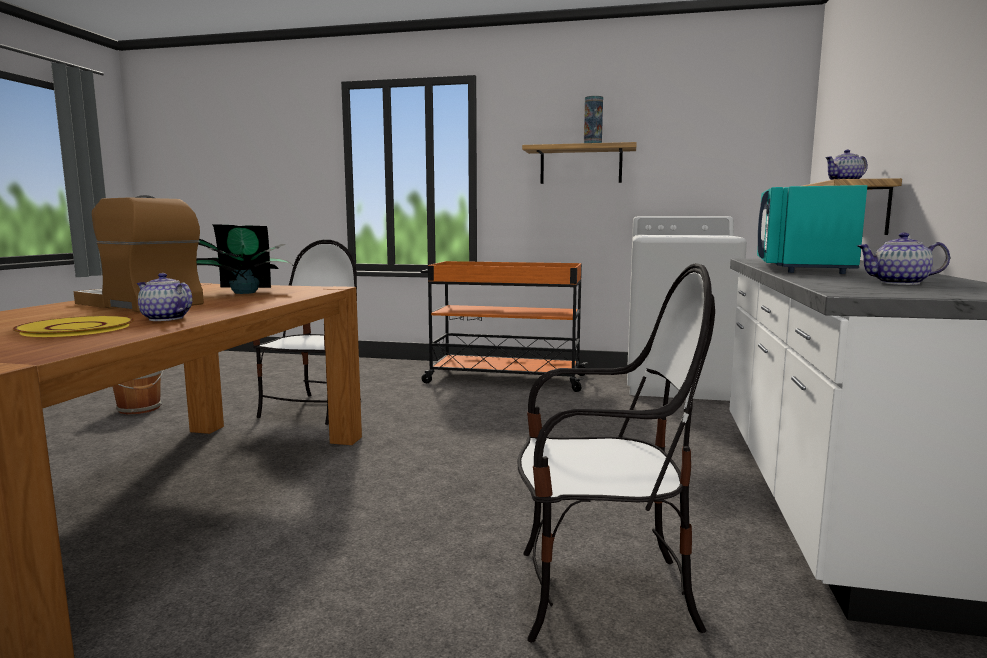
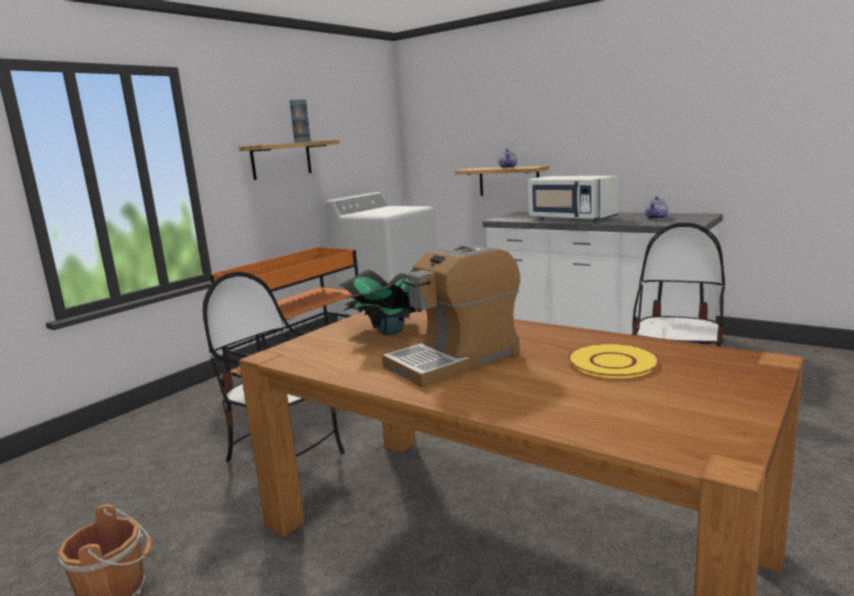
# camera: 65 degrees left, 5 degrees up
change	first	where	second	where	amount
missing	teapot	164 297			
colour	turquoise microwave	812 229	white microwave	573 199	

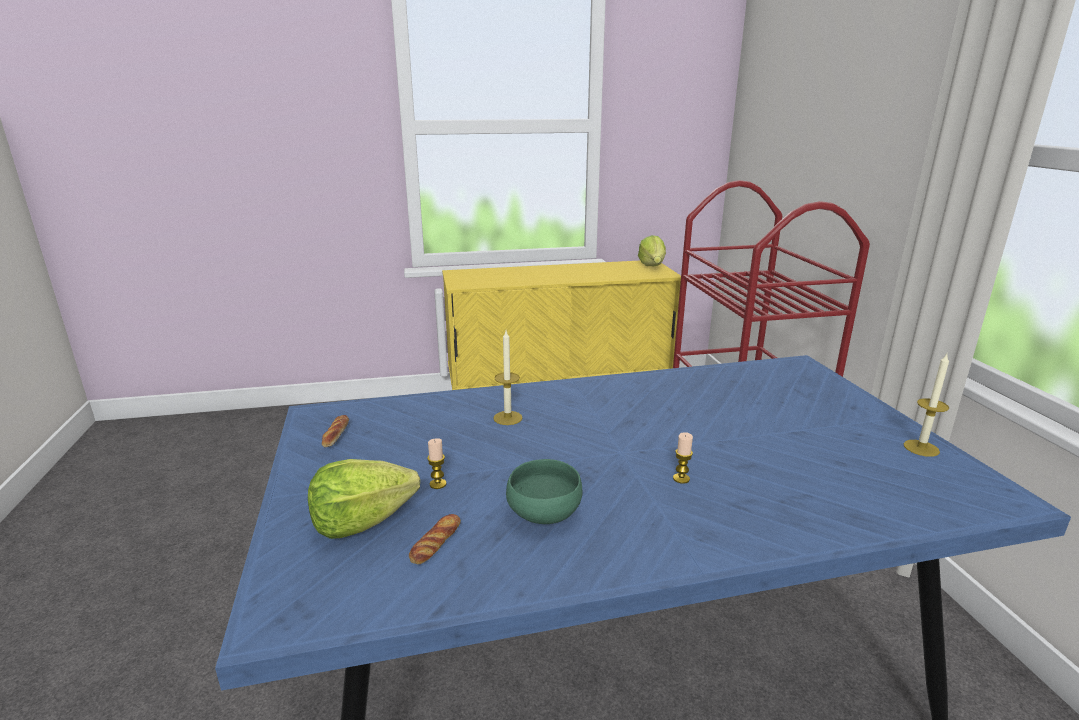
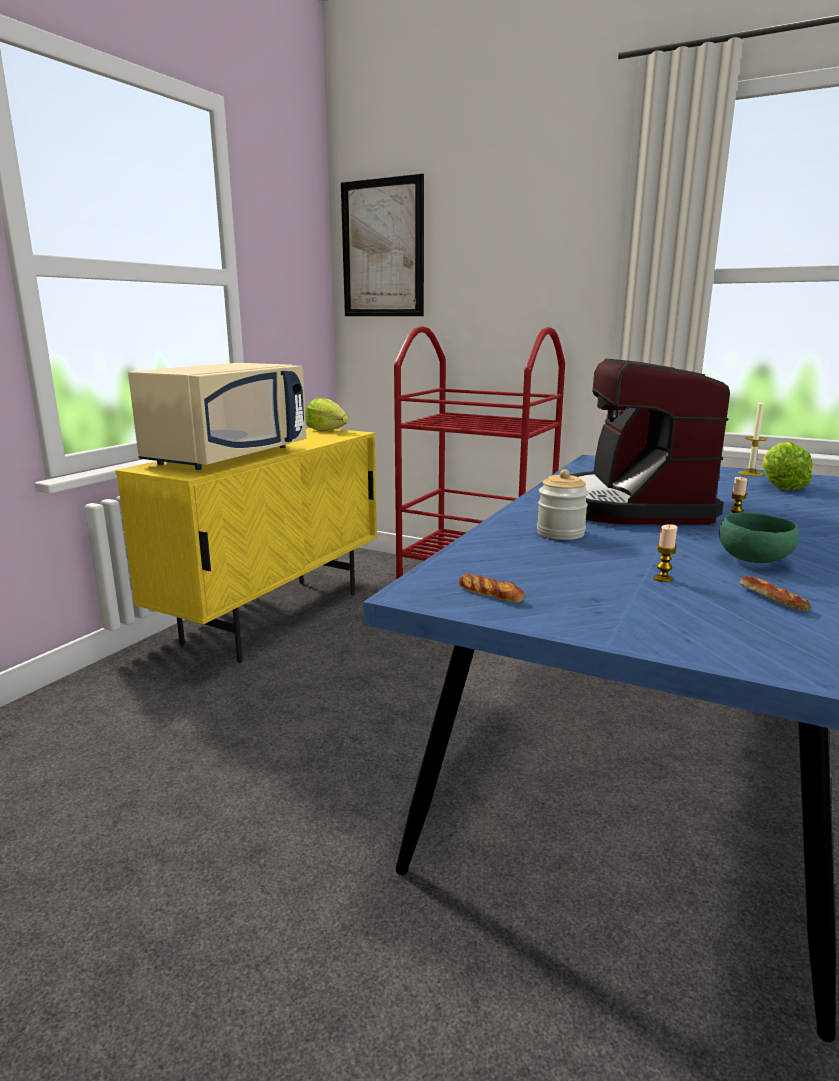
# camera: 50 degrees left, 5 degrees down
change	first	where	second	where	amount
appeared			beige microwave	217 416	
appeared			picture	382 244	
appeared			coffee machine	650 442	
relocated	lettuce	364 499		788 466	
exchanged	candle	507 378	jar	563 504	

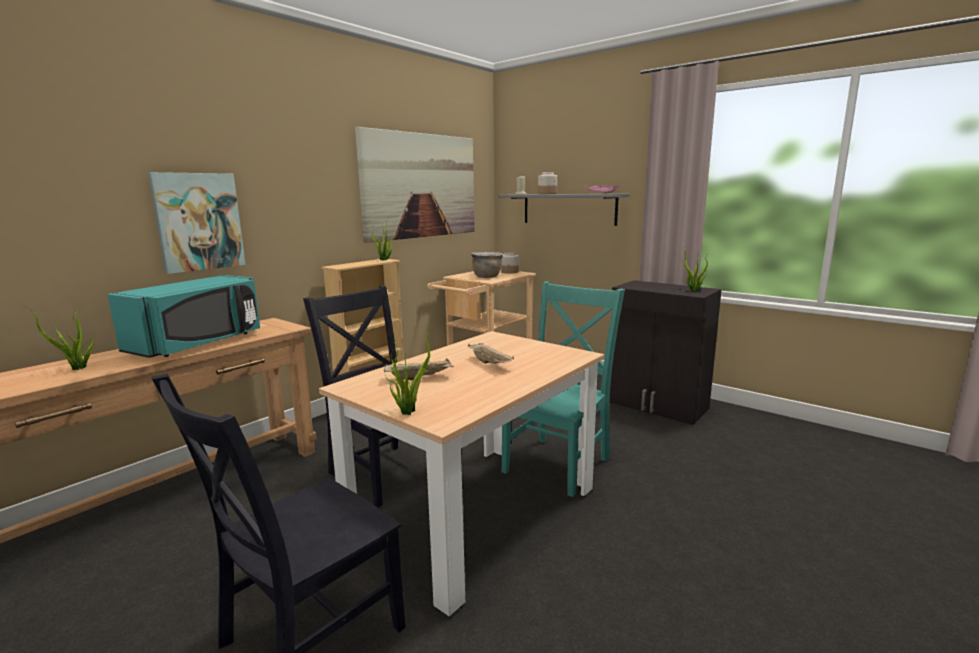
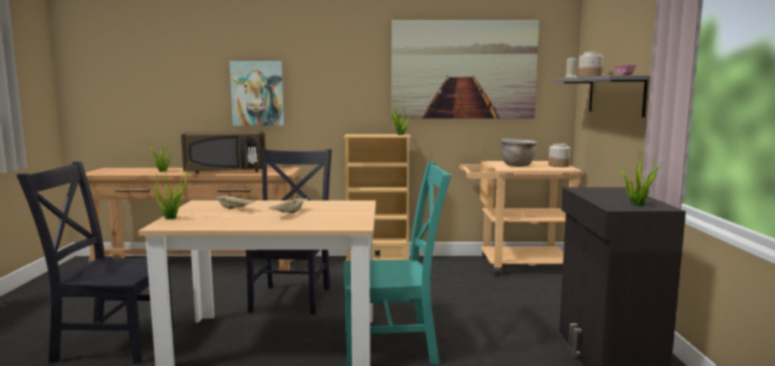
# camera: 50 degrees right, 5 degrees down
change	first	where	second	where	amount
colour	turquoise microwave	184 316	brown microwave	223 152	

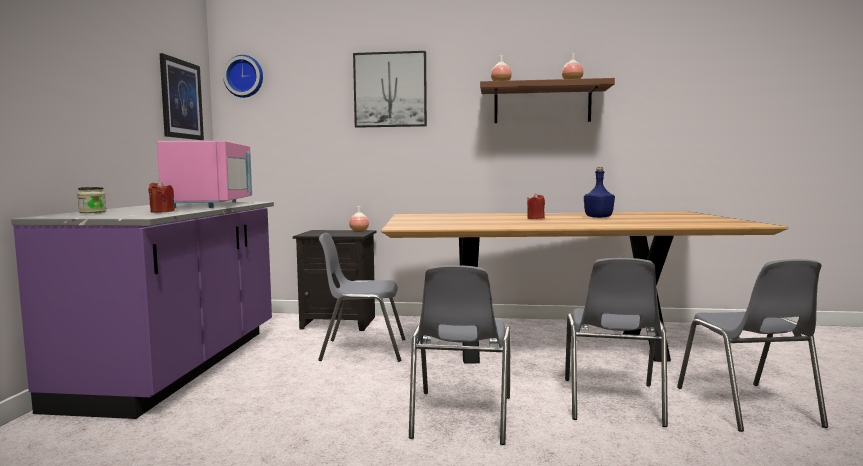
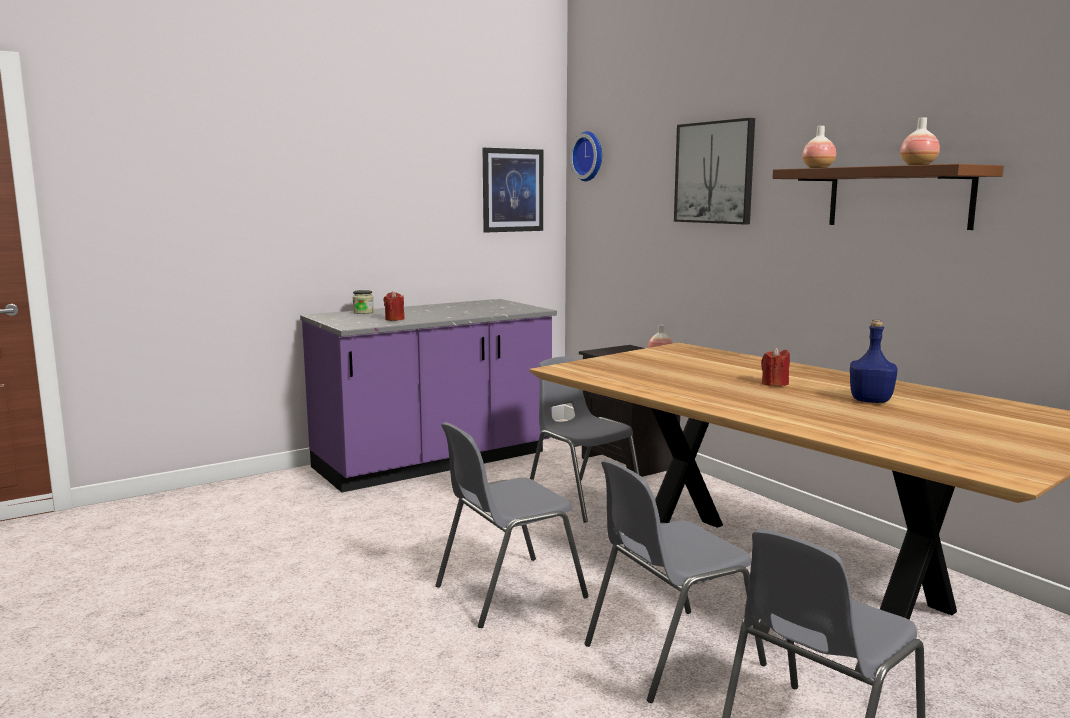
# camera: 50 degrees right, 5 degrees up
change	first	where	second	where	amount
missing	pink microwave	204 174			

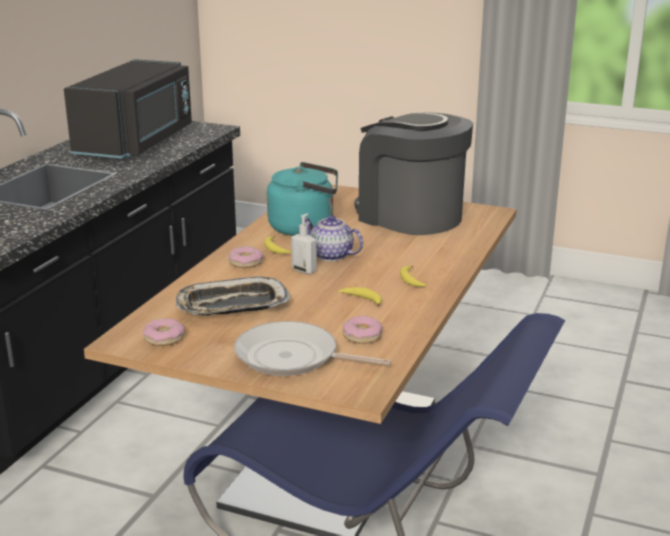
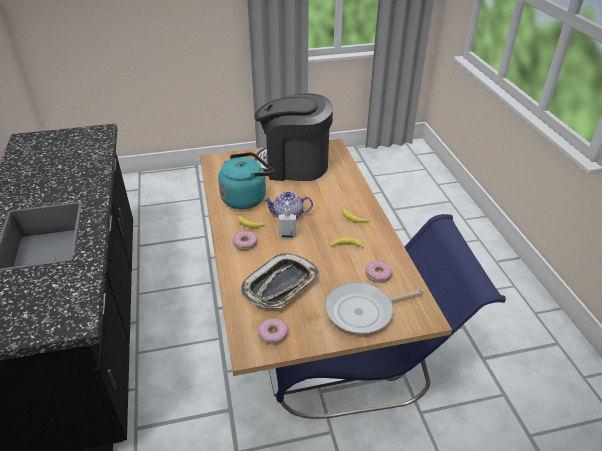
# camera: 35 degrees left, 15 degrees up
change	first	where	second	where	amount
missing	black microwave	128 108			

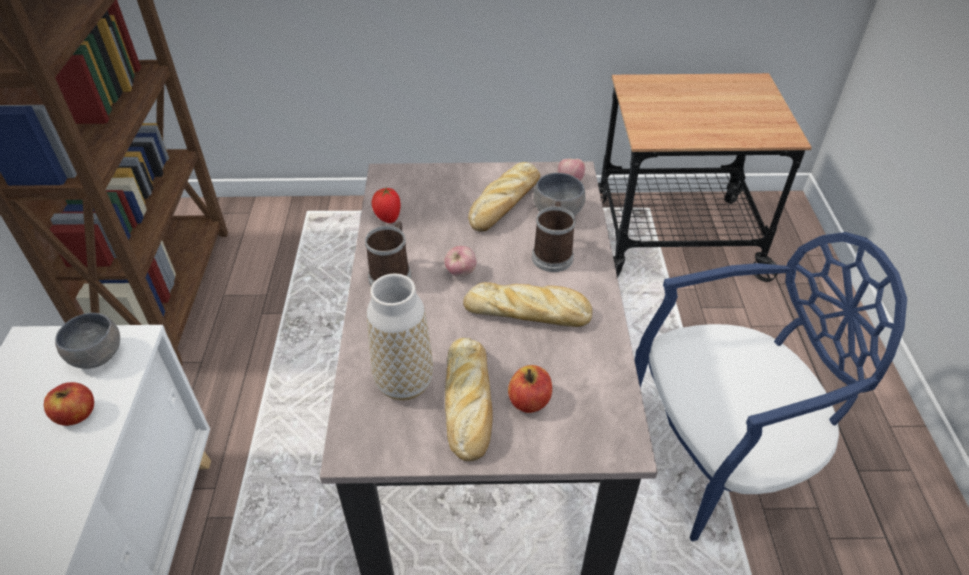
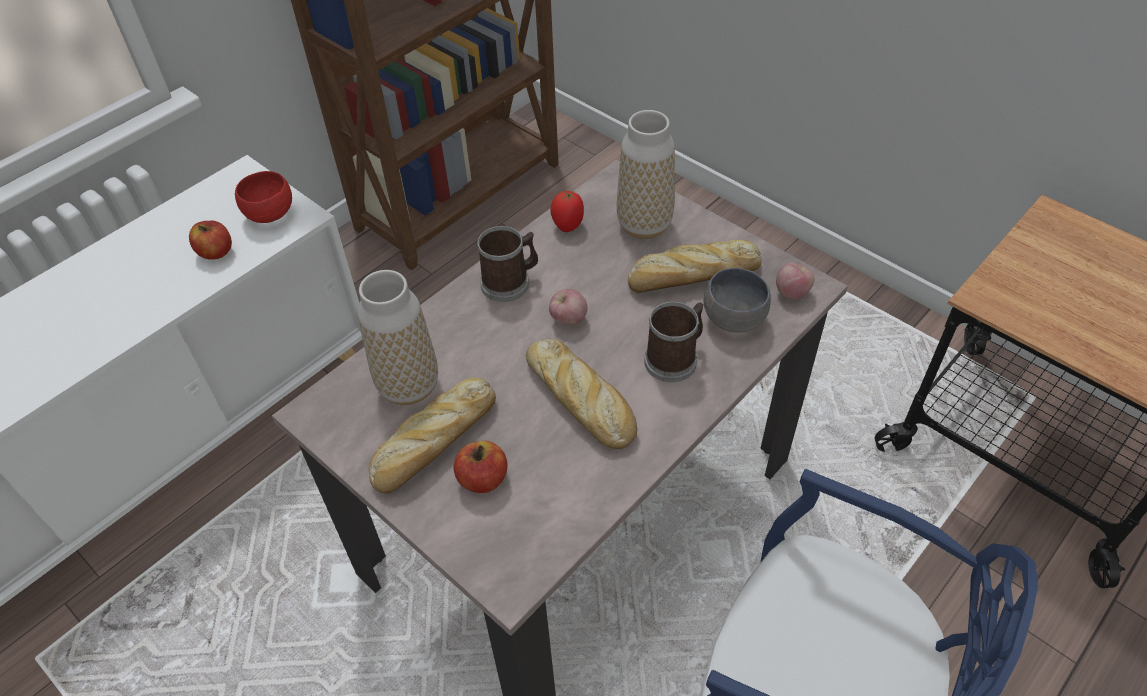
# camera: 45 degrees right, 5 degrees up
change	first	where	second	where	amount
appeared			vase	646 174	
colour	grey bowl	87 341	red bowl	263 197	

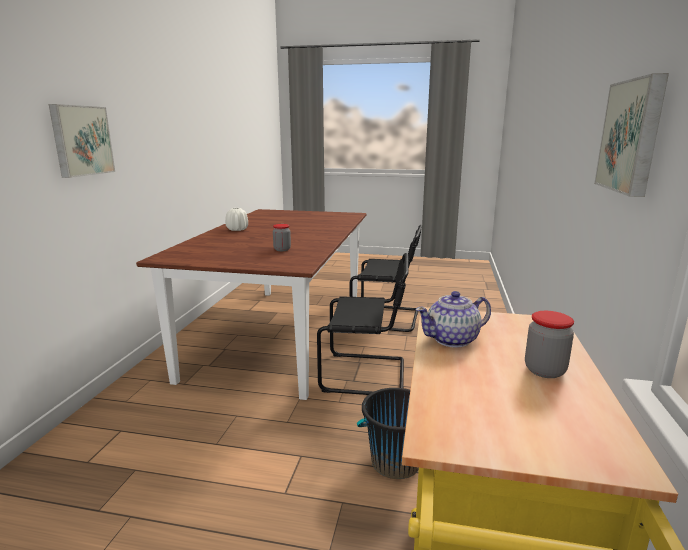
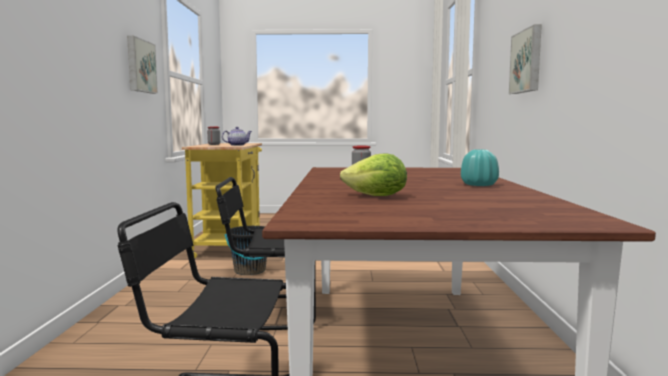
# camera: 170 degrees right, 10 degrees down
change	first	where	second	where	amount
appeared			lettuce	373 174	
colour	white vase	236 219	turquoise vase	480 167	

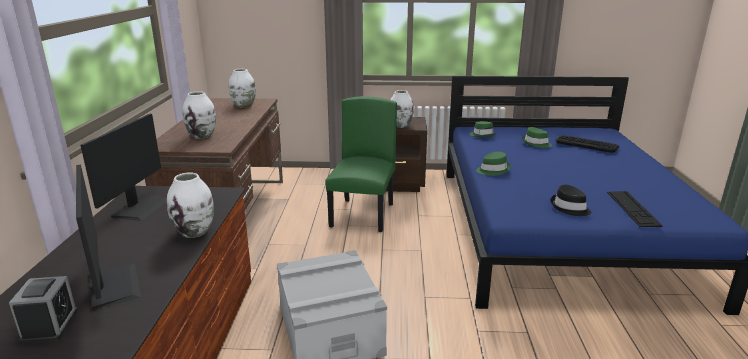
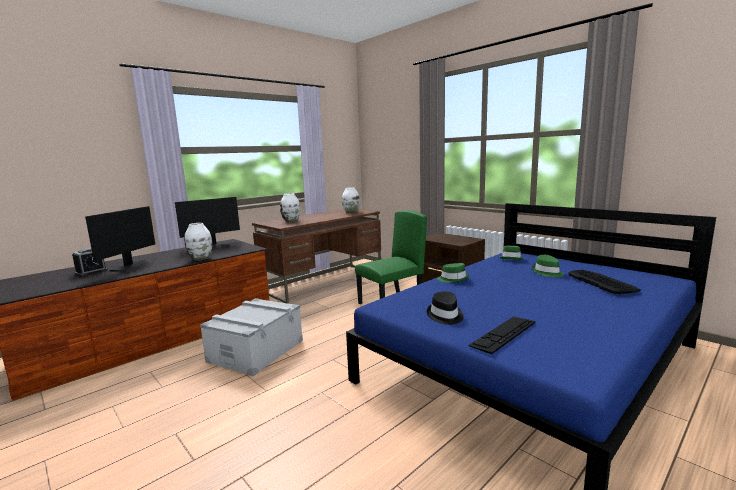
# camera: 45 degrees right, 10 degrees down
change	first	where	second	where	amount
missing	white vase	402 109			

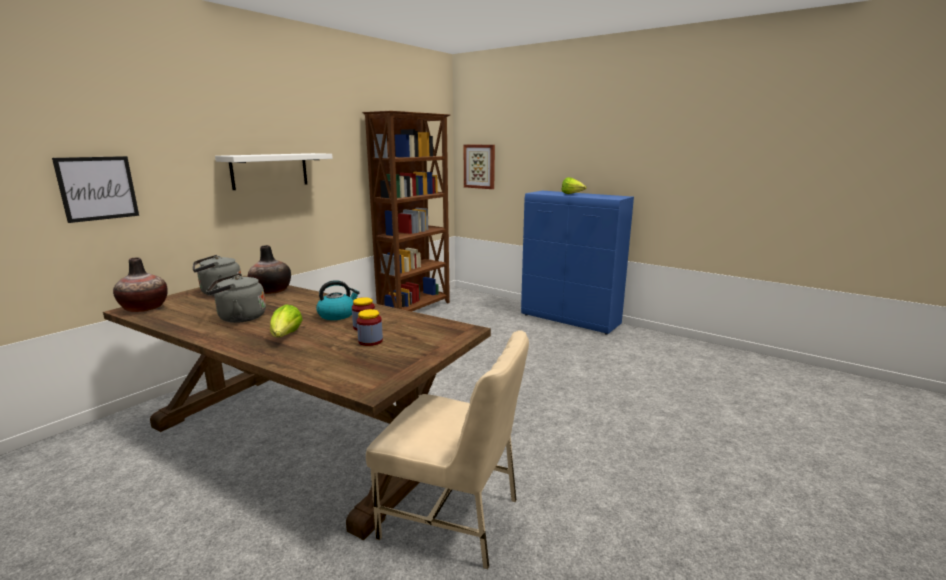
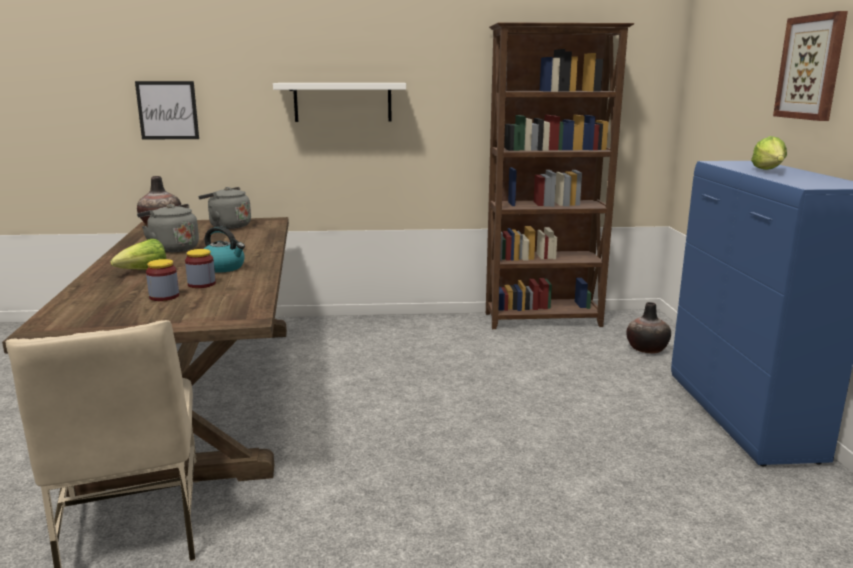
# camera: 50 degrees right, 0 degrees up
change	first	where	second	where	amount
relocated	vase	269 269		648 328	
relocated	picture	479 167		810 66	

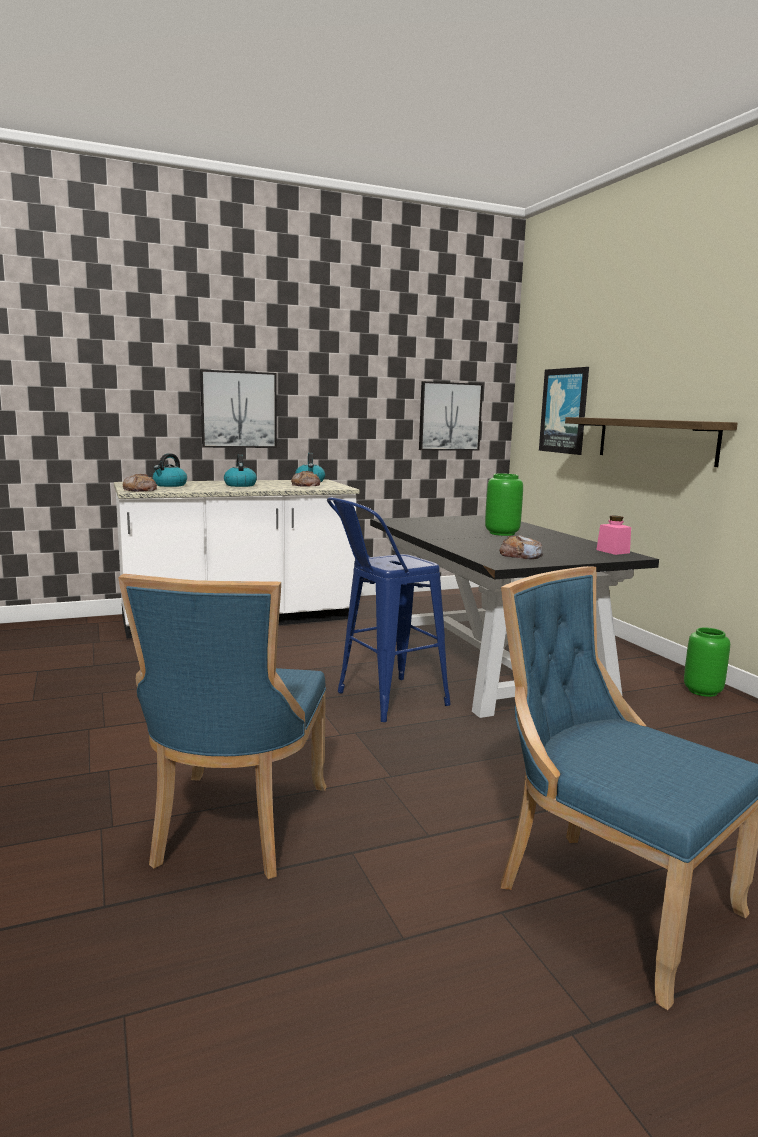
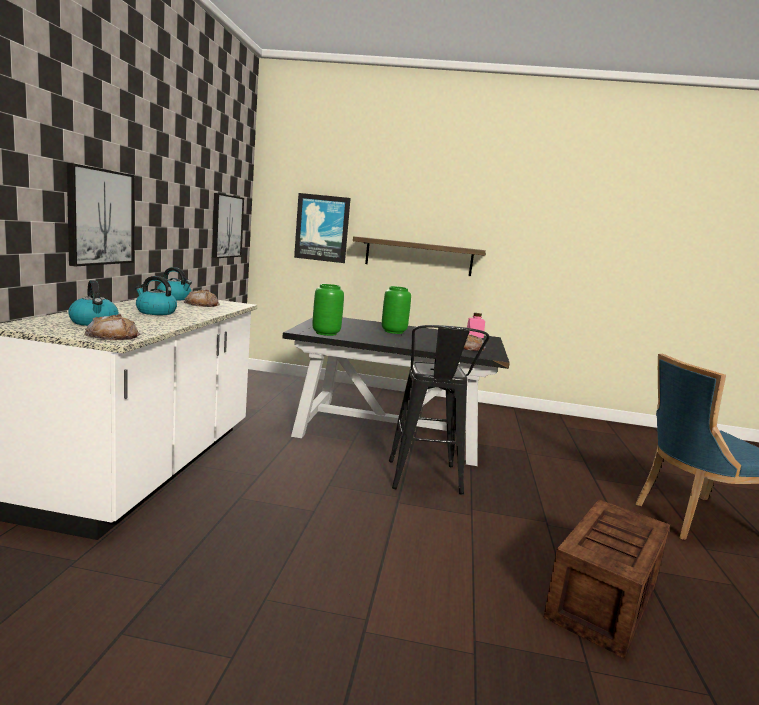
# camera: 60 degrees left, 0 degrees up
change	first	where	second	where	amount
relocated	green vase	707 662		328 310	
exchanged	blue chair	222 726	crate	606 579	
colour	blue stool	389 609	black stool	439 410	

